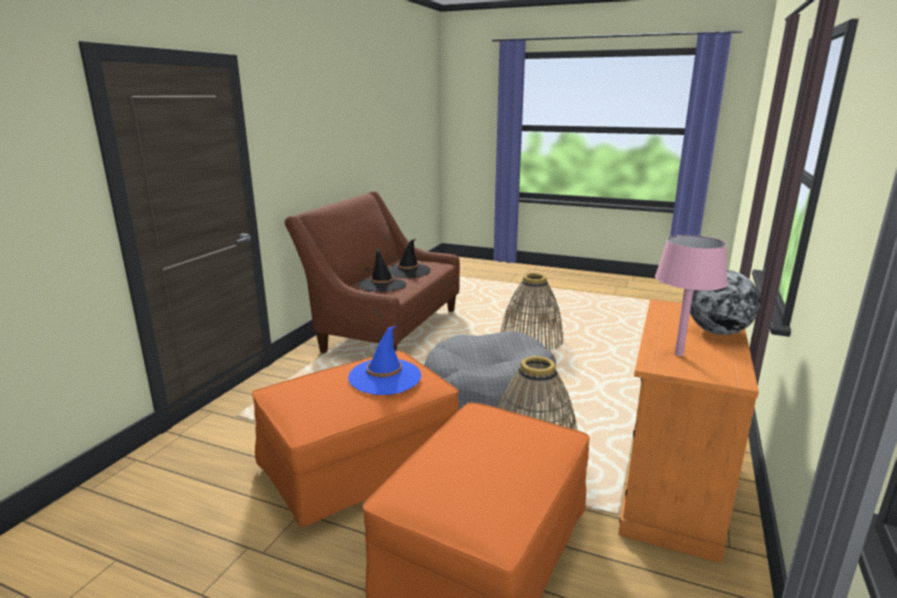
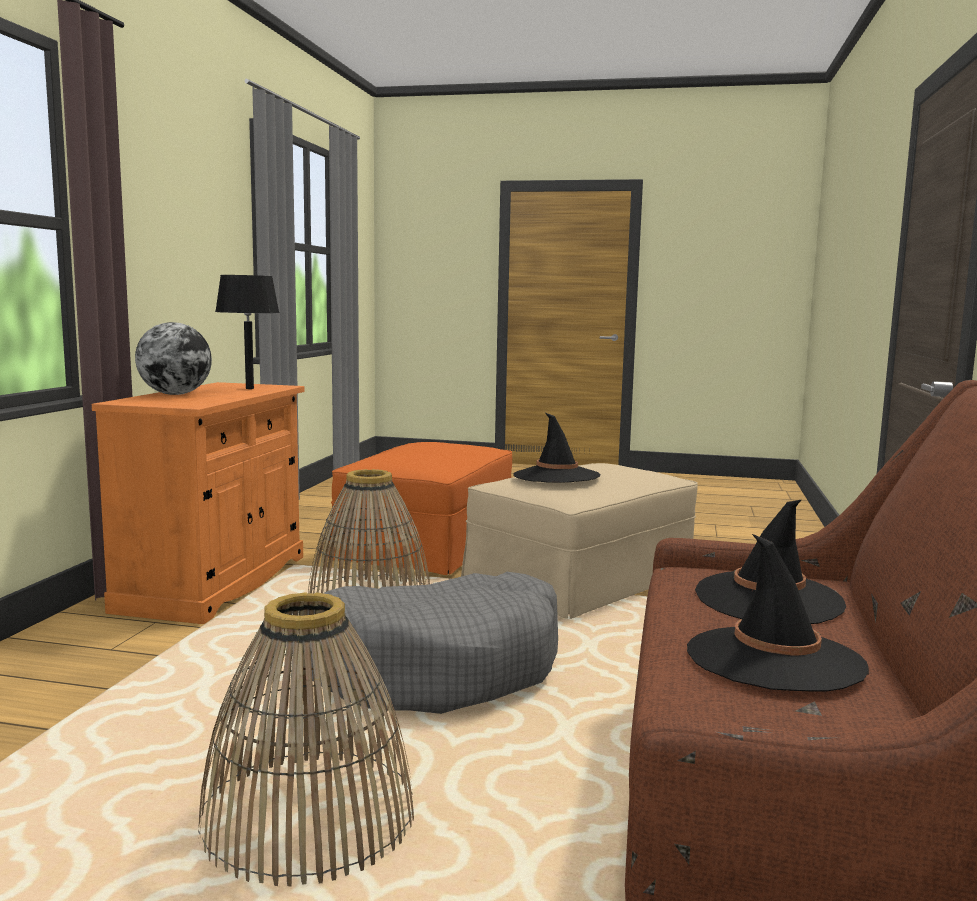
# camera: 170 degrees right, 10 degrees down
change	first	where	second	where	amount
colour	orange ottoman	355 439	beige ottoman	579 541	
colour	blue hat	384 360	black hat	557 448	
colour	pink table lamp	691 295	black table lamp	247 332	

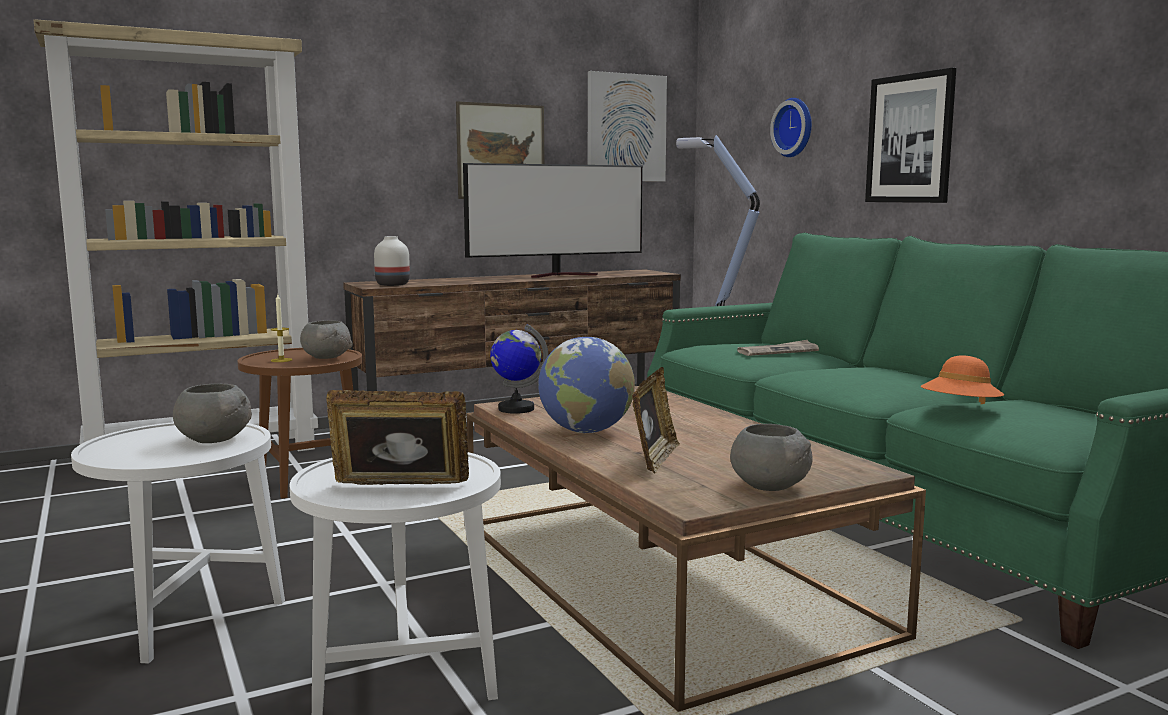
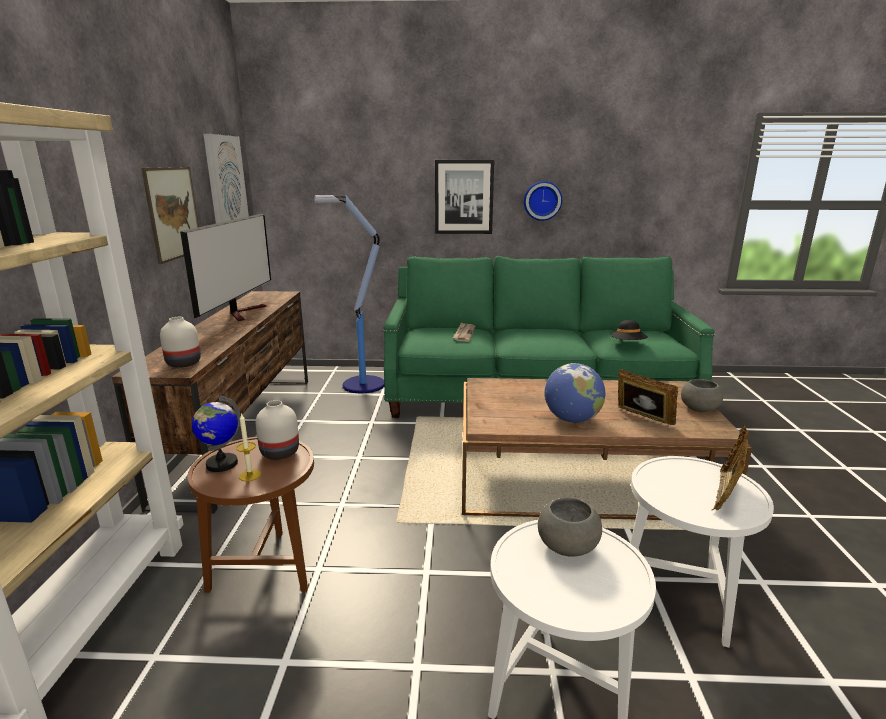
# camera: 60 degrees left, 10 degrees up
change	first	where	second	where	amount
relocated	globe	519 369		216 434	
relocated	wall clock	791 127		543 201	
exchanged	grey bowl	326 339	white vase	277 430	
colour	orange hat	962 380	black hat	629 330	

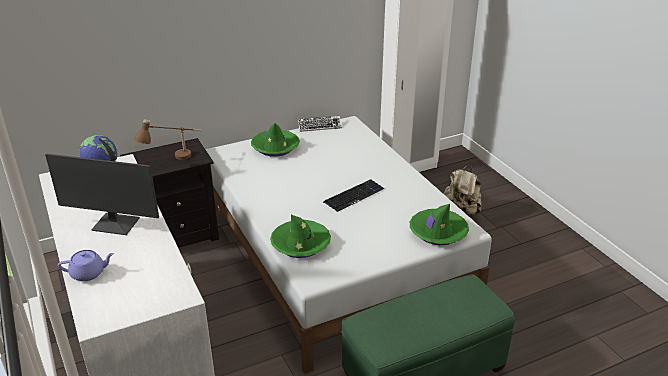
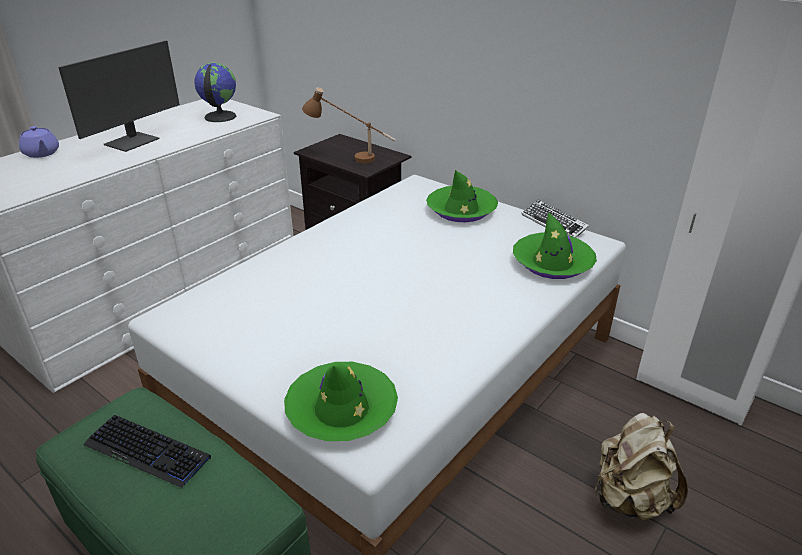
# camera: 65 degrees right, 0 degrees up
change	first	where	second	where	amount
relocated	green hat	300 236		555 245	
relocated	keyboard	353 195		147 451	
spun	monitor	102 194		119 96	135 degrees counterclockwise

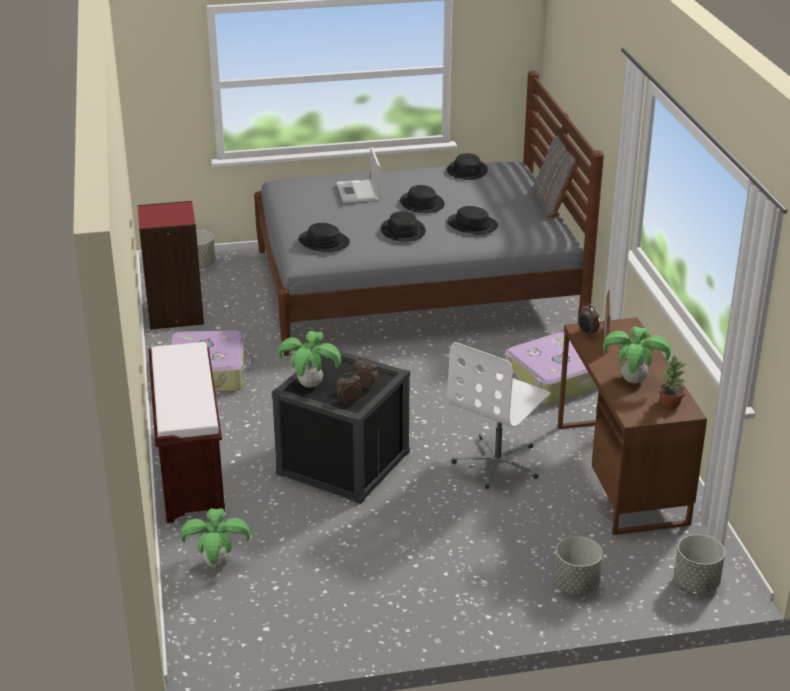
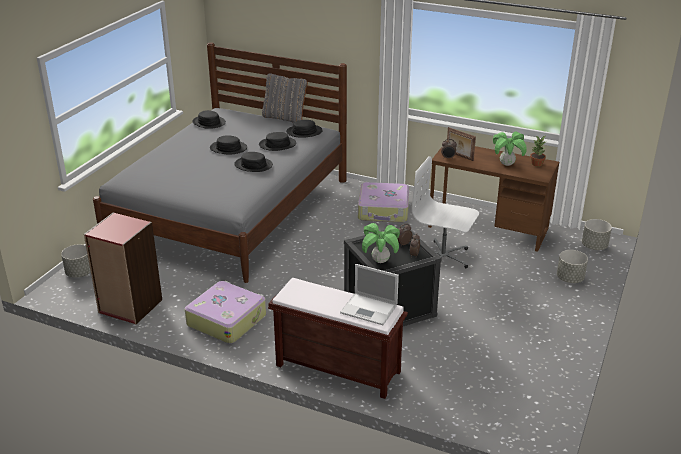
# camera: 55 degrees left, 0 degrees up
change	first	where	second	where	amount
missing	potted plant	215 538			
relocated	black hat	324 237		304 129	
relocated	laptop	358 175		369 294	
spun	white office chair	499 415		445 212	135 degrees clockwise

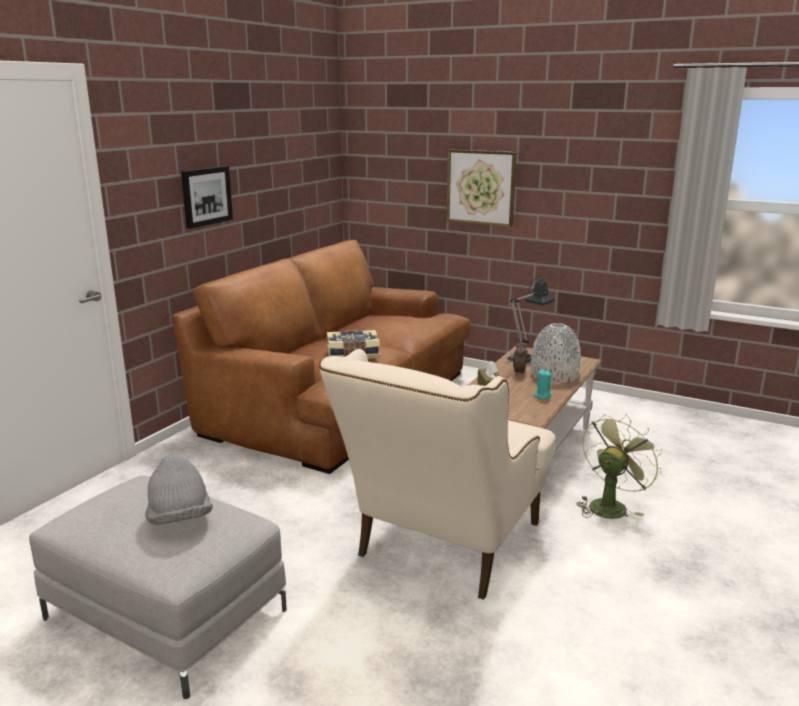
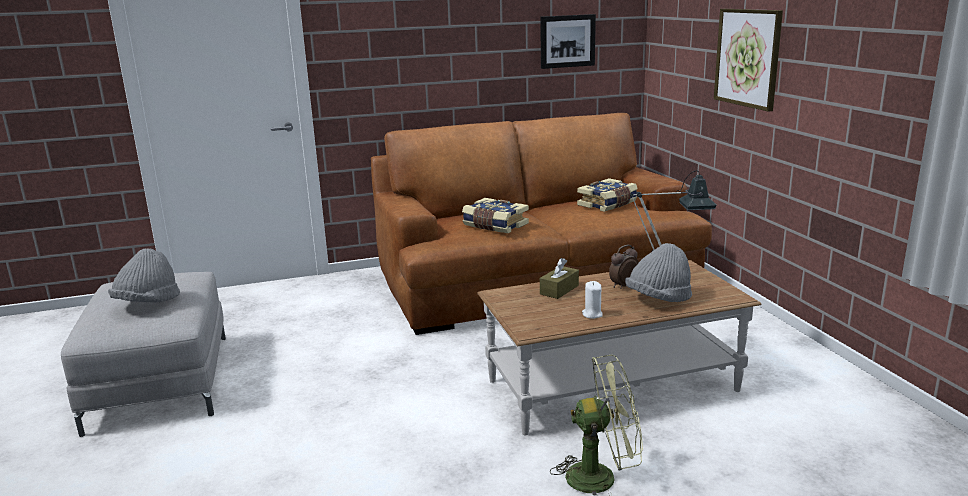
# camera: 45 degrees right, 0 degrees up
change	first	where	second	where	amount
missing	beige armchair	437 474			
appeared			book	607 195	
relocated	picture	207 197		568 41	
exchanged	grey vase	556 353	grey hat	658 272	
colour	turquoise candle	543 384	white candle	592 300	

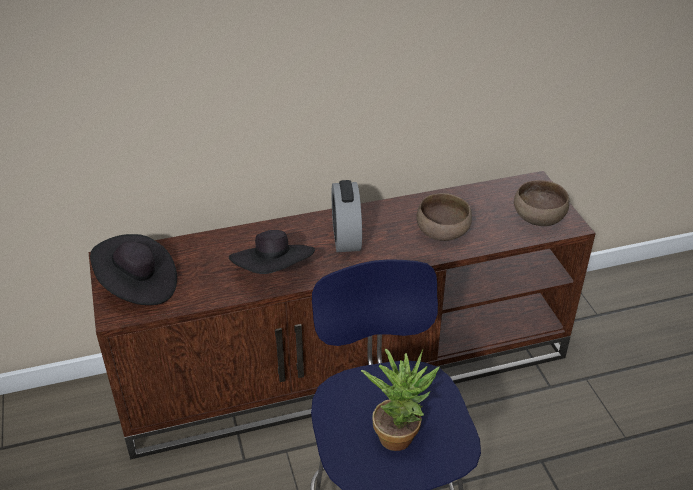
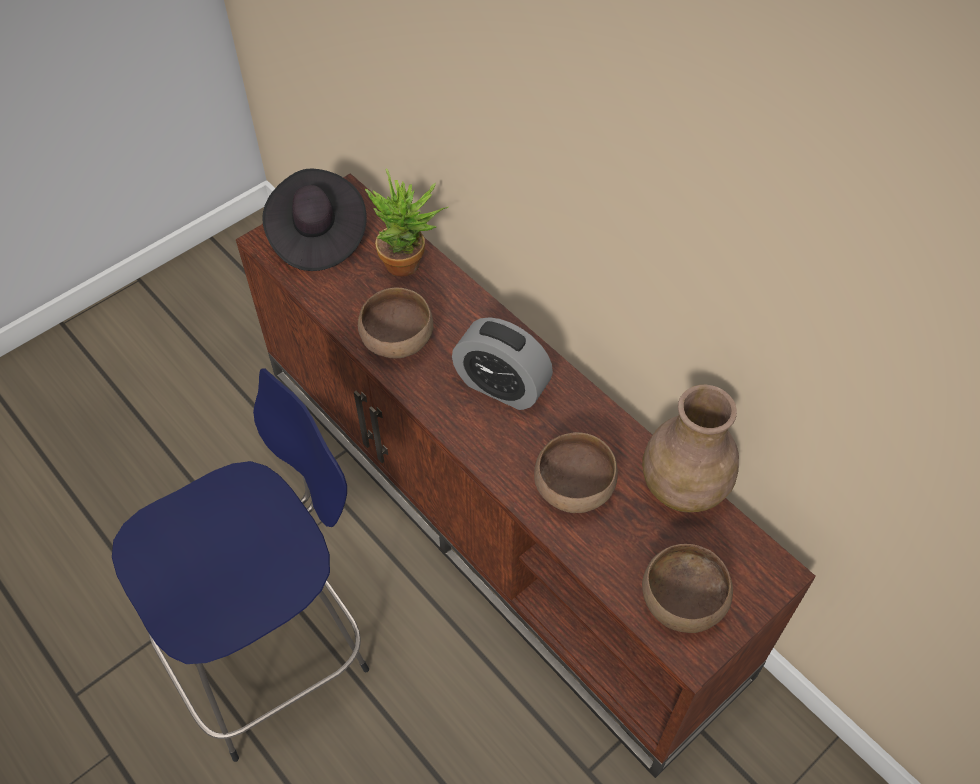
# camera: 65 degrees right, 15 degrees up
change	first	where	second	where	amount
appeared			brown vase	690 448	
relocated	potted plant	400 400		407 222	
exchanged	black hat	272 252	brown bowl	396 322	
spun	alarm clock	347 216		502 363	120 degrees counterclockwise

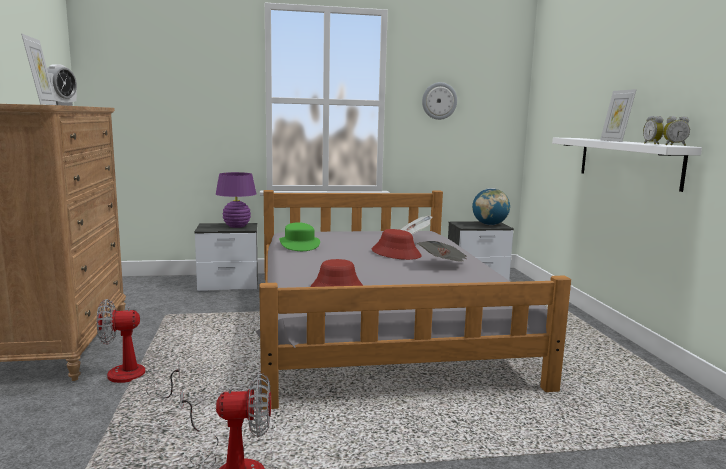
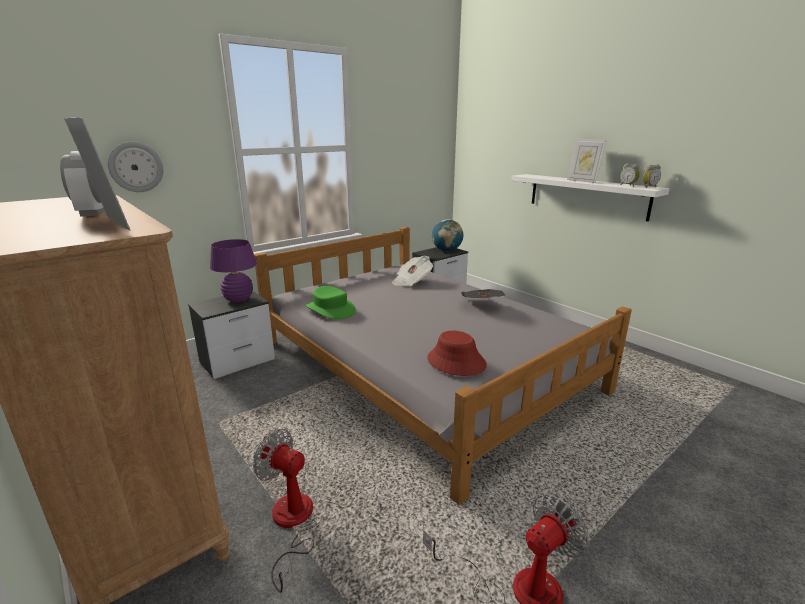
# camera: 30 degrees left, 10 degrees up
change	first	where	second	where	amount
missing	red hat	397 244			
relocated	wall clock	439 101		135 167	
spun	fan	138 348		285 511	75 degrees clockwise

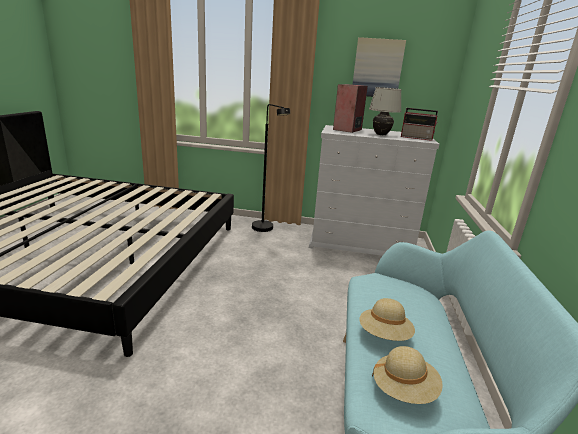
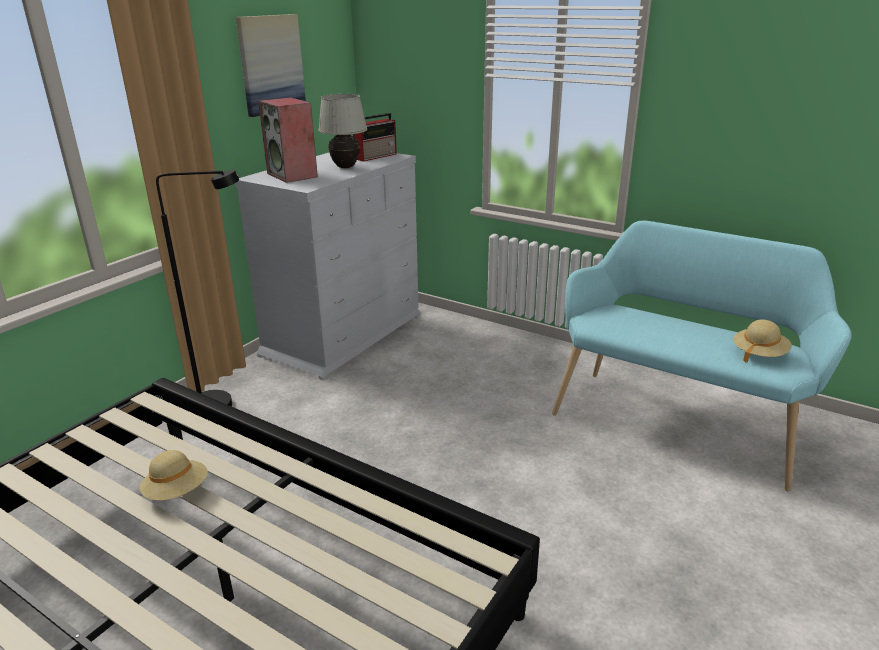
# camera: 65 degrees left, 5 degrees up
change	first	where	second	where	amount
relocated	beige hat	387 319		173 475	

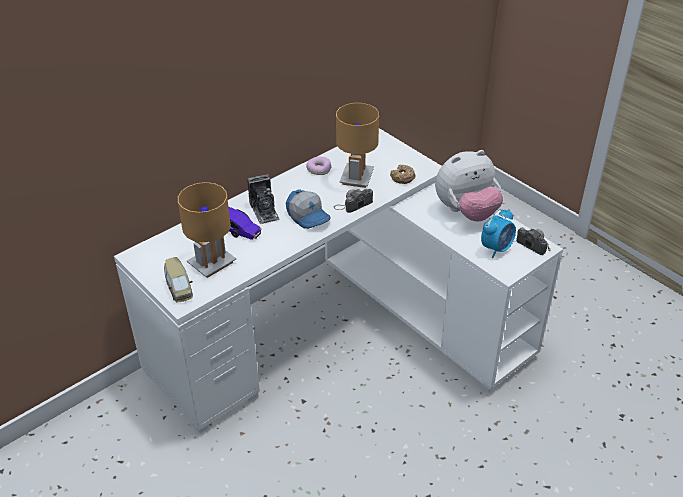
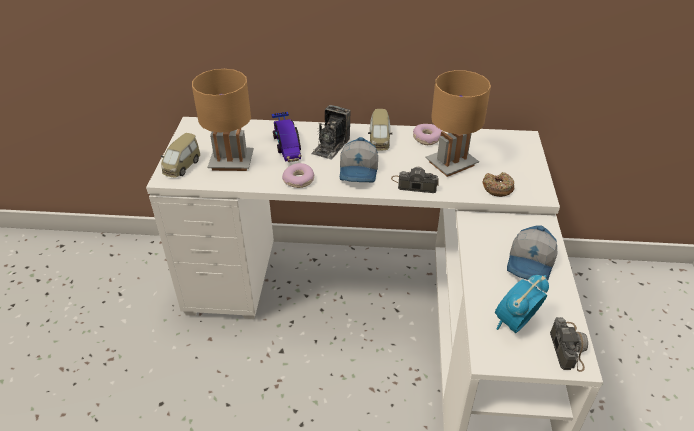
# camera: 45 degrees right, 0 degrees up
change	first	where	second	where	amount
appeared			donut	298 175	
appeared			toy car	380 130	
exchanged	plush toy	469 186	cap	532 253	
spun	alarm clock	498 233		522 304	135 degrees clockwise

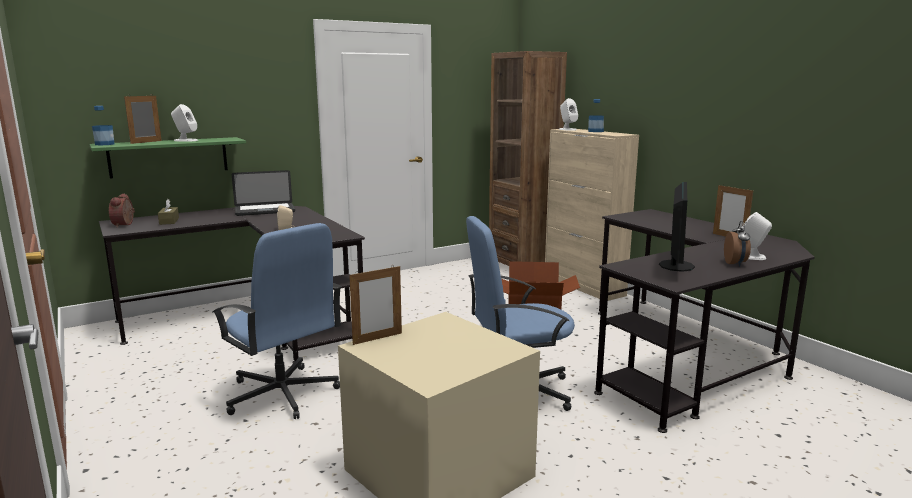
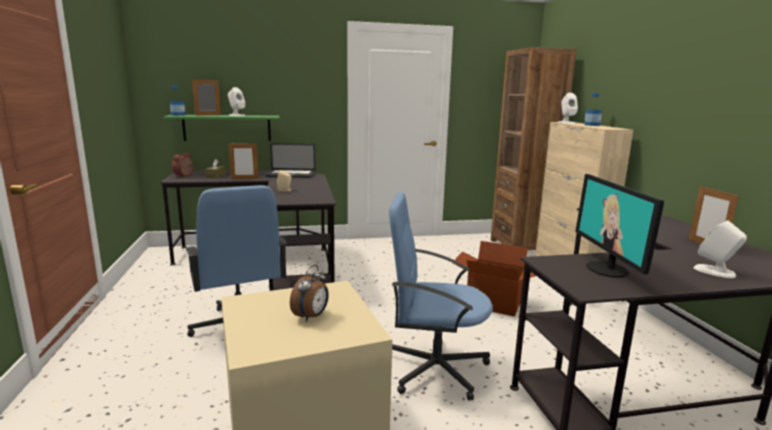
# camera: 20 degrees right, 0 degrees up
change	first	where	second	where	amount
relocated	picture frame	375 305		243 161	
relocated	alarm clock	737 243		309 293	
spun	monitor	677 227		619 226	135 degrees clockwise

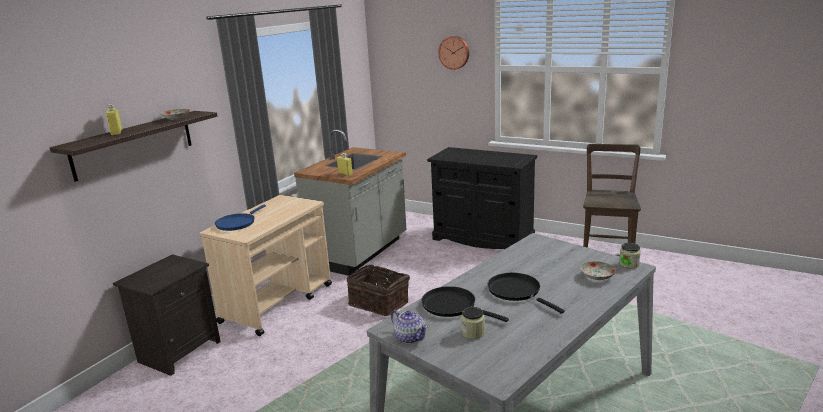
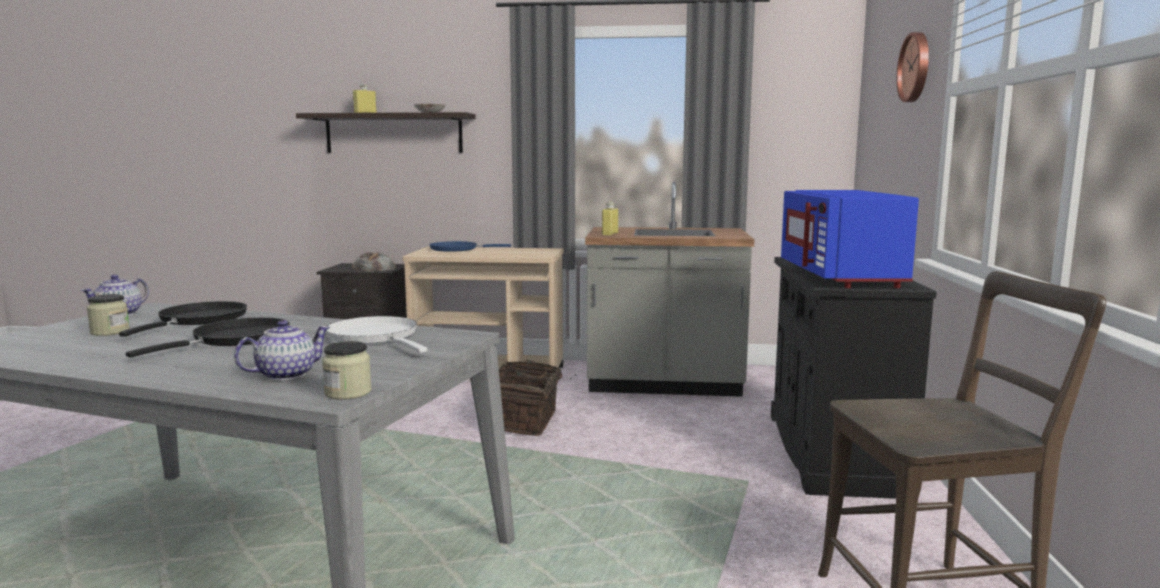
# camera: 65 degrees right, 10 degrees down
change	first	where	second	where	amount
appeared			white frying pan	376 334	
appeared			bread	374 262	
appeared			blue microwave	850 239	
exchanged	plate	598 270	teapot	282 350	

